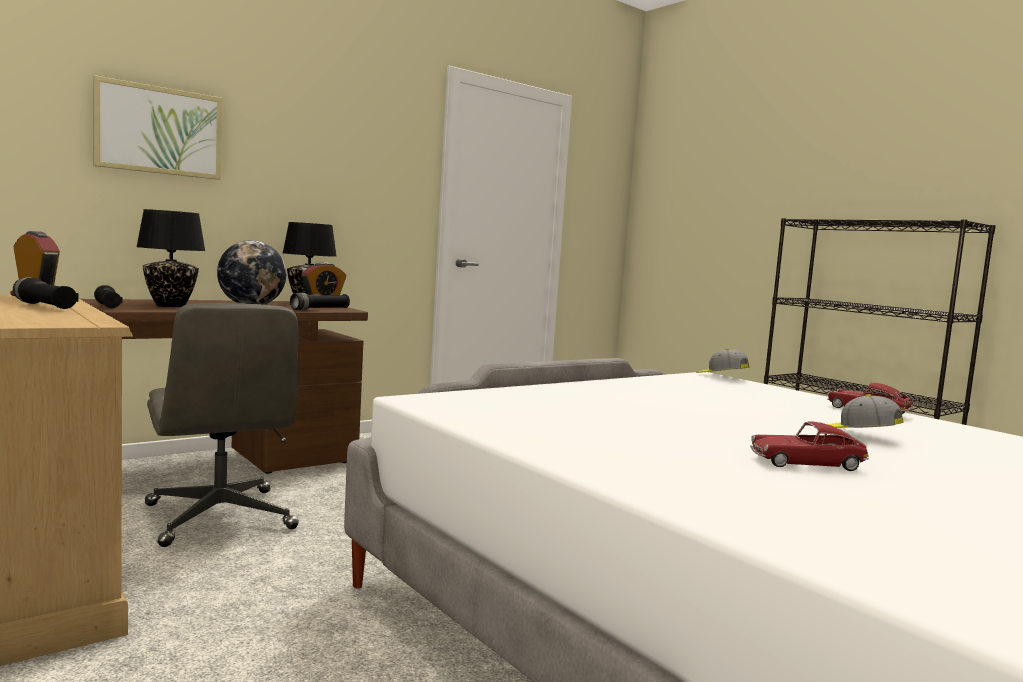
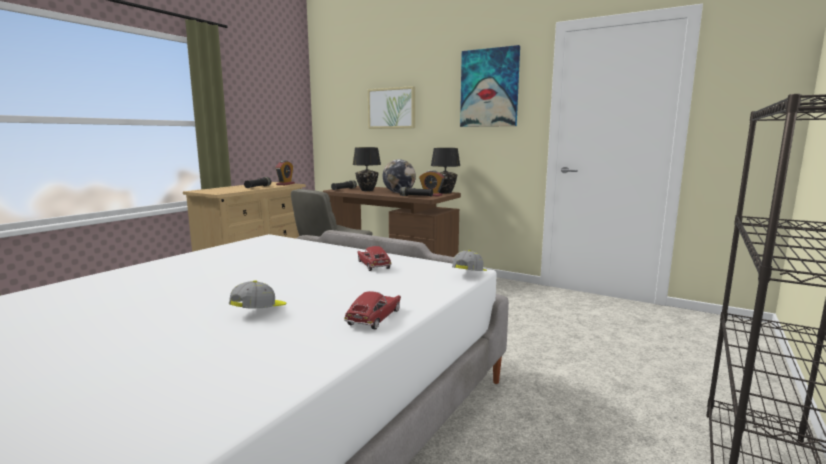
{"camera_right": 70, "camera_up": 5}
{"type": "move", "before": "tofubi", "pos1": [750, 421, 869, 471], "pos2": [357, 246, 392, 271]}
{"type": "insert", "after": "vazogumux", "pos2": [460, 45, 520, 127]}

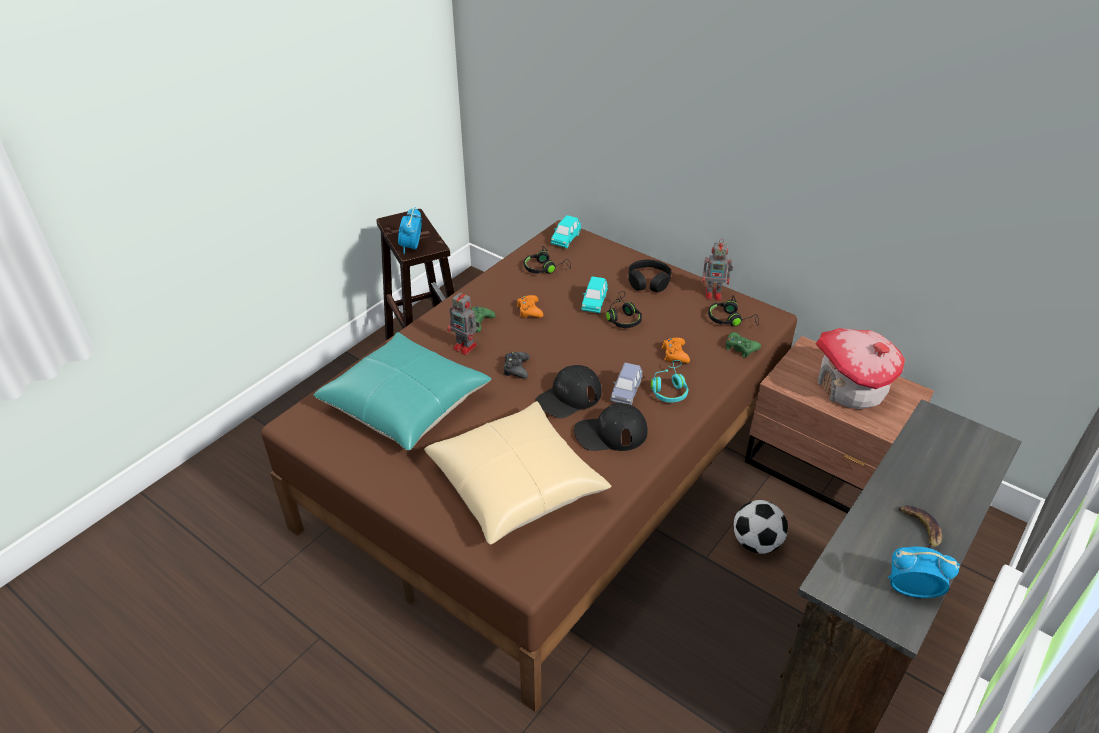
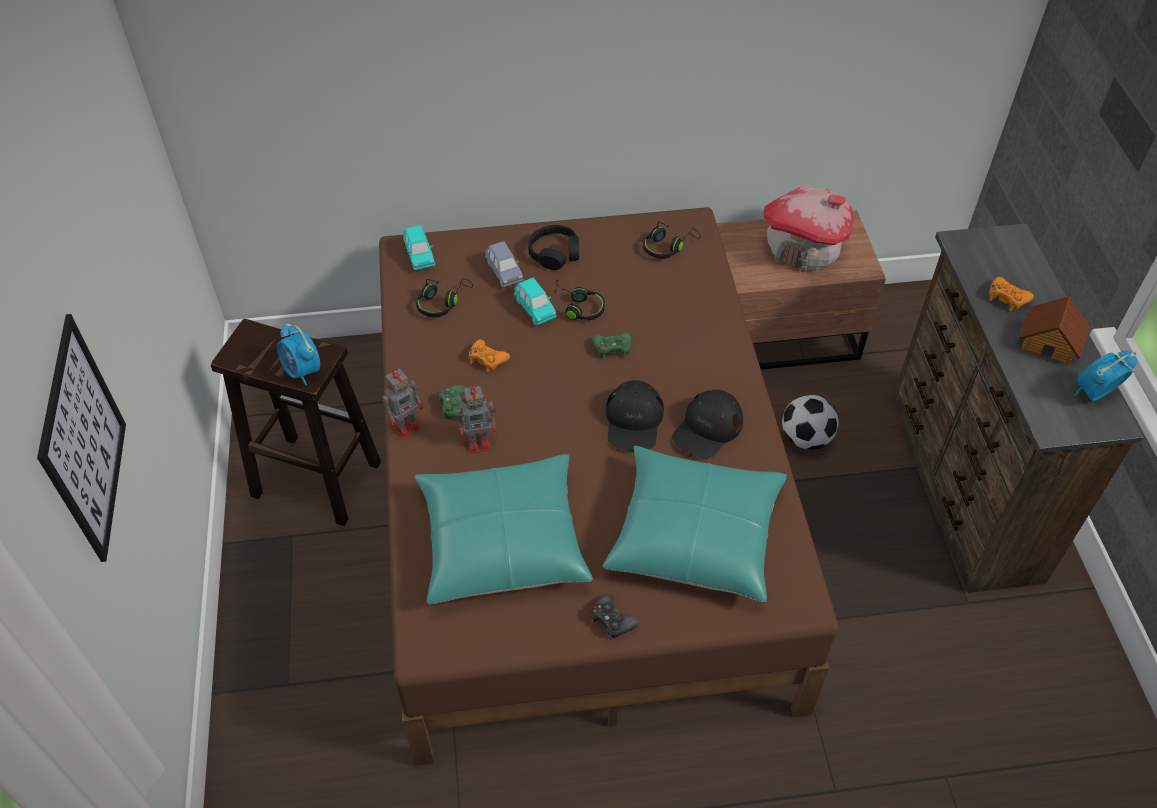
{"camera_right": -45, "camera_up": 10}
{"type": "move", "before": "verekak", "pos1": [702, 238, 733, 300], "pos2": [382, 369, 423, 438]}
{"type": "move", "before": "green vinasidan", "pos1": [726, 332, 761, 357], "pos2": [592, 333, 631, 359]}
{"type": "move", "before": "orange vinasidan", "pos1": [662, 338, 690, 363], "pos2": [989, 277, 1034, 311]}
{"type": "move", "before": "black vinasidan", "pos1": [503, 352, 530, 379], "pos2": [591, 593, 639, 639]}
{"type": "delete", "before": "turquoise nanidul", "pos1": [651, 360, 689, 402]}
{"type": "move", "before": "blue tofubi", "pos1": [611, 363, 643, 405], "pos2": [485, 241, 524, 288]}
{"type": "recolor", "before": "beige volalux", "after": "turquoise volalux", "pos1": [424, 401, 612, 545], "pos2": [603, 446, 787, 602]}
{"type": "replace", "before": "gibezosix", "after": "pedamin", "pos1": [898, 506, 942, 548], "pos2": [1019, 296, 1089, 366]}
{"type": "insert", "after": "vazogumux", "pos2": [37, 314, 126, 562]}

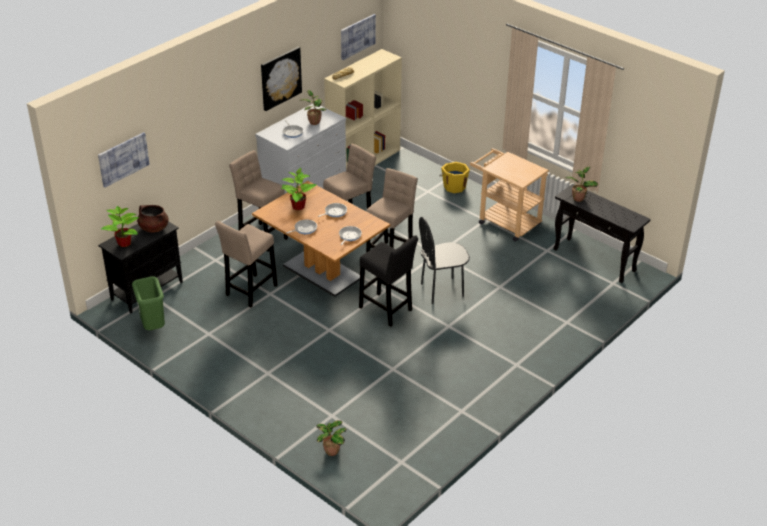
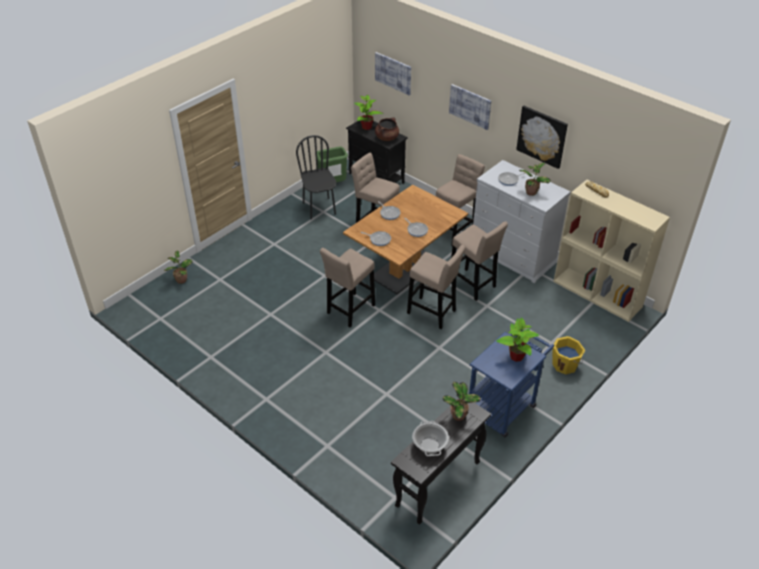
{"camera_right": 90, "camera_up": 5}
{"type": "move", "before": "vazogumux", "pos1": [341, 14, 376, 60], "pos2": [449, 84, 491, 130]}
{"type": "recolor", "before": "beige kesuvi", "after": "blue kesuvi", "pos1": [470, 148, 549, 241], "pos2": [469, 330, 554, 437]}
{"type": "move", "before": "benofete", "pos1": [281, 168, 317, 210], "pos2": [496, 317, 540, 362]}
{"type": "move", "before": "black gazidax", "pos1": [419, 217, 470, 304], "pos2": [296, 135, 336, 219]}
{"type": "recolor", "before": "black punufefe", "after": "beige punufefe", "pos1": [359, 235, 418, 327], "pos2": [320, 248, 375, 327]}
{"type": "insert", "after": "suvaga", "pos2": [412, 421, 449, 456]}

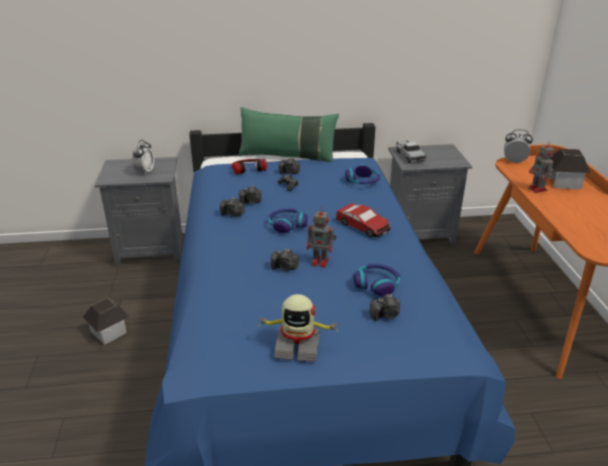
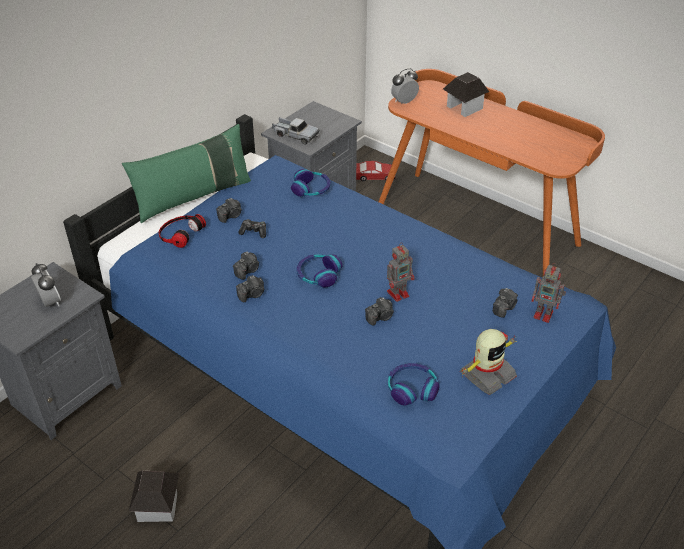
{"camera_right": -45, "camera_up": 10}
{"type": "move", "before": "verekak", "pos1": [528, 142, 554, 193], "pos2": [532, 263, 566, 323]}
{"type": "move", "before": "tofubi", "pos1": [336, 203, 390, 237], "pos2": [356, 161, 395, 181]}
{"type": "move", "before": "nanidul", "pos1": [354, 264, 400, 296], "pos2": [388, 363, 440, 406]}

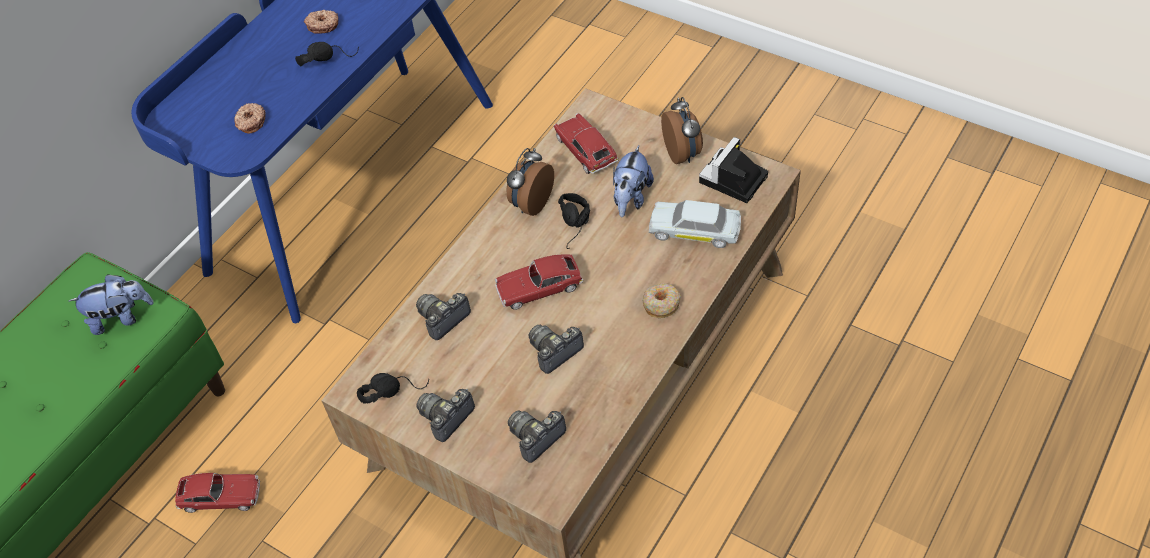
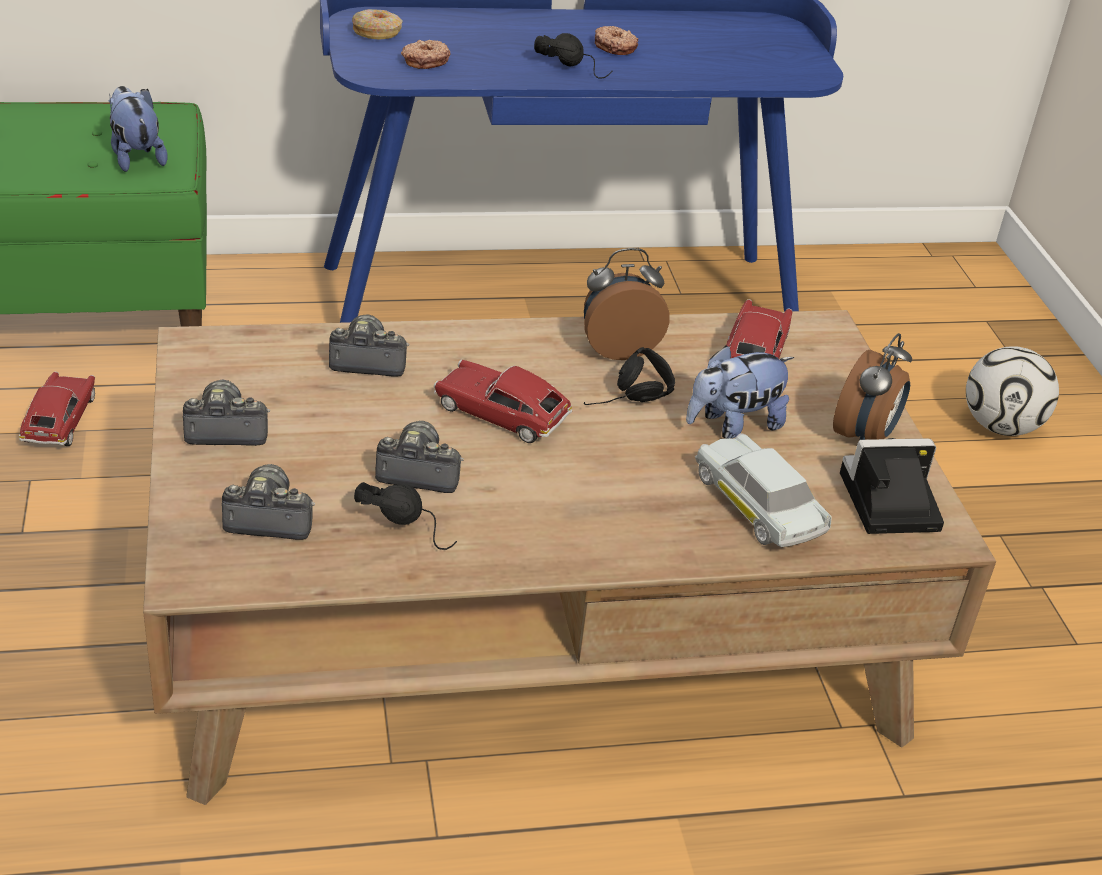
{"camera_right": 40, "camera_up": -15}
{"type": "rotate", "before": "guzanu", "pos1": [69, 274, 153, 335], "pos2": [109, 86, 167, 172], "turn": -150}
{"type": "move", "before": "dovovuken", "pos1": [643, 283, 681, 318], "pos2": [352, 9, 403, 39]}
{"type": "move", "before": "black nanidul", "pos1": [357, 373, 429, 404], "pos2": [354, 482, 457, 550]}
{"type": "rotate", "before": "tofubi", "pos1": [175, 473, 260, 513], "pos2": [19, 371, 95, 446], "turn": -135}
{"type": "insert", "after": "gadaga", "pos2": [966, 346, 1059, 436]}

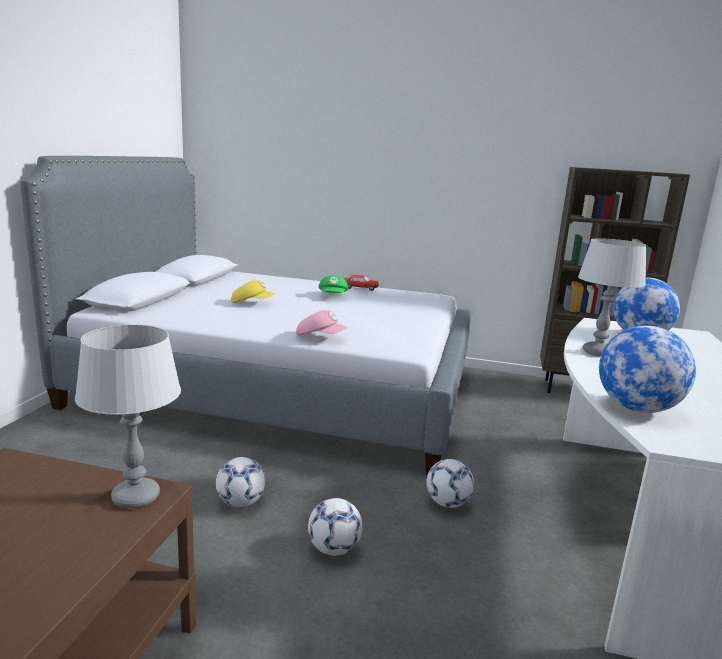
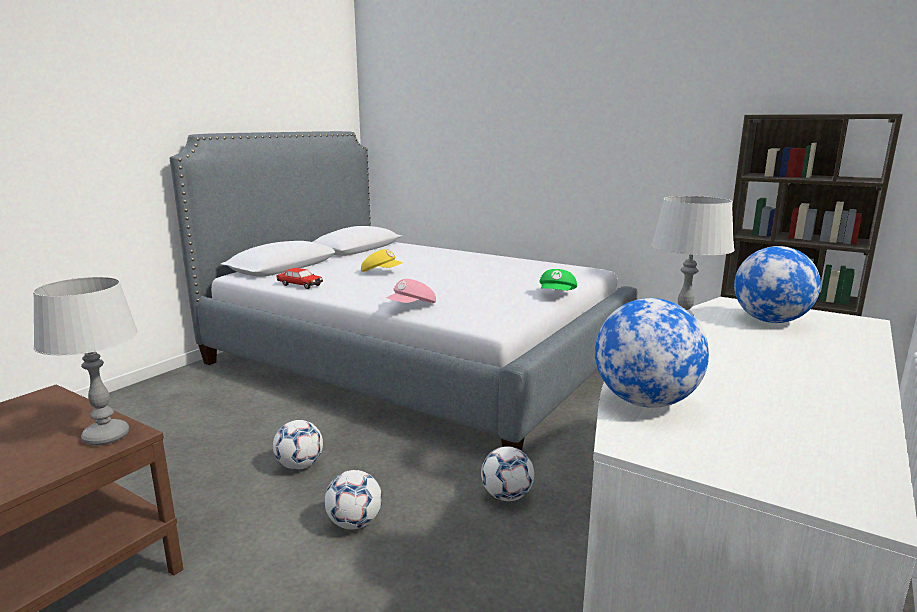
{"camera_right": 20, "camera_up": 0}
{"type": "move", "before": "tofubi", "pos1": [343, 275, 379, 291], "pos2": [276, 268, 323, 289]}
{"type": "move", "before": "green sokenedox", "pos1": [319, 276, 348, 293], "pos2": [539, 269, 577, 291]}
{"type": "rotate", "before": "pink sokenedox", "pos1": [296, 310, 347, 335], "pos2": [387, 279, 436, 303], "turn": 90}

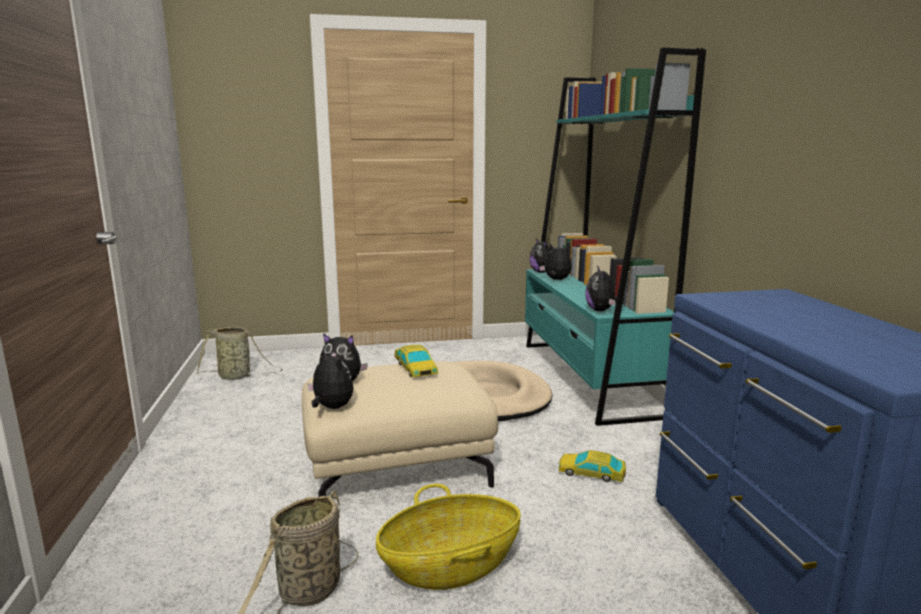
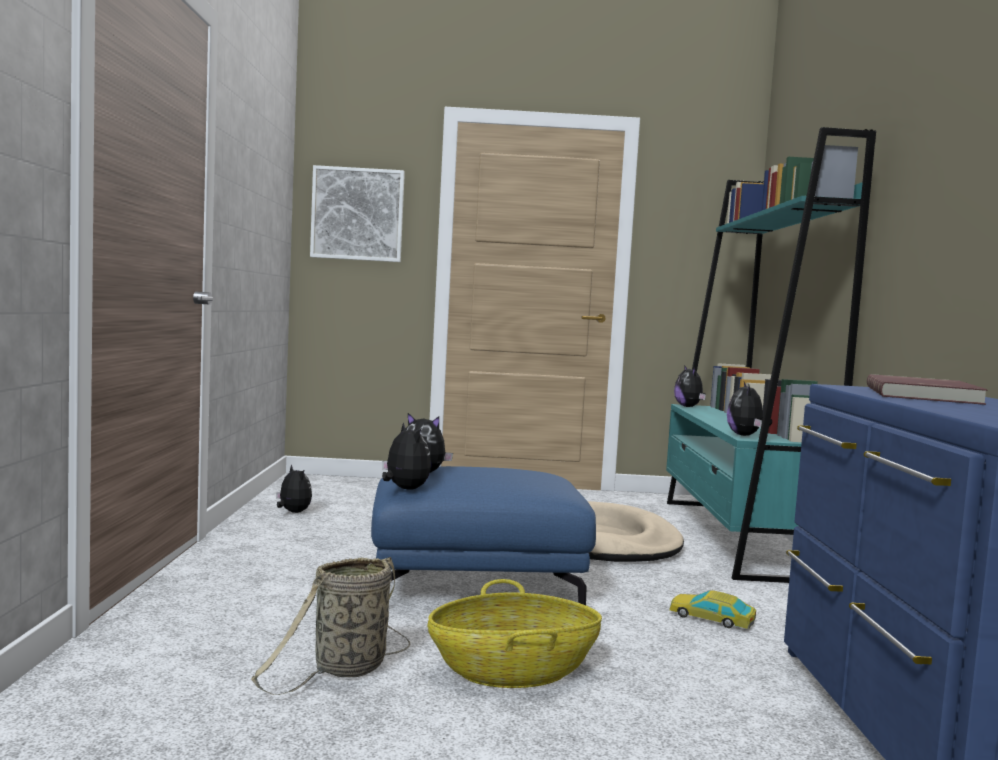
{"camera_right": 10, "camera_up": -10}
{"type": "move", "before": "guzanu", "pos1": [539, 244, 572, 280], "pos2": [276, 465, 312, 513]}
{"type": "delete", "before": "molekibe", "pos1": [197, 327, 282, 380]}
{"type": "delete", "before": "tofubi", "pos1": [395, 345, 438, 377]}
{"type": "recolor", "before": "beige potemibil", "after": "blue potemibil", "pos1": [302, 361, 498, 497], "pos2": [371, 466, 596, 605]}
{"type": "insert", "after": "vazogumux", "pos2": [310, 165, 405, 262]}
{"type": "insert", "after": "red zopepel", "pos2": [867, 374, 988, 405]}

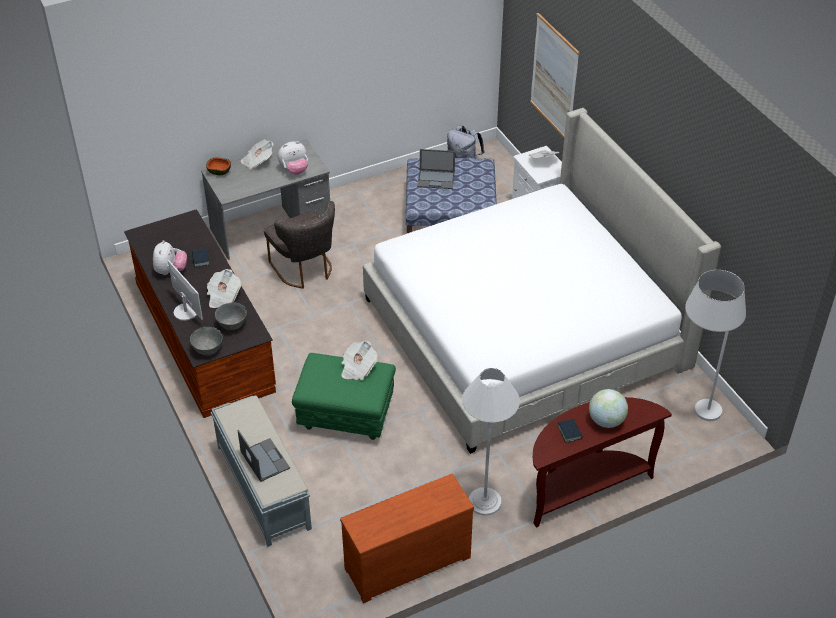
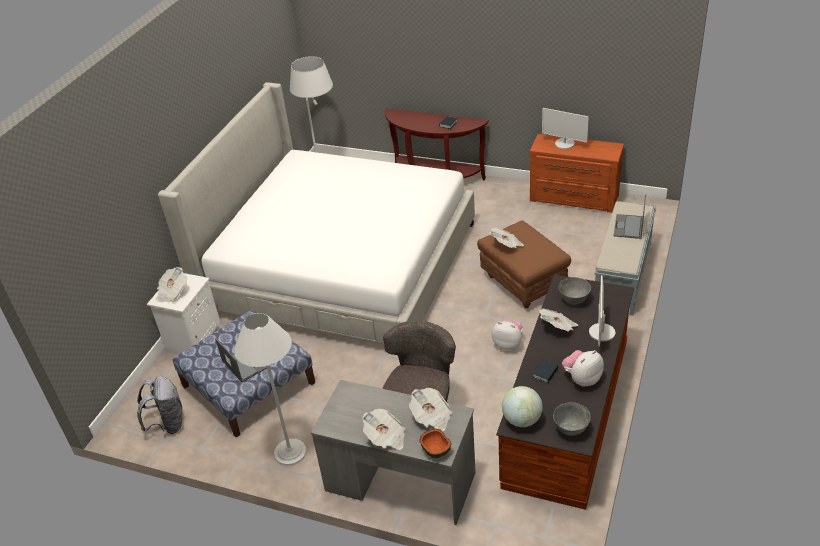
{"camera_right": -130, "camera_up": -5}
{"type": "delete", "before": "vazogumux", "pos1": [530, 13, 580, 137]}
{"type": "move", "before": "guzanu", "pos1": [278, 141, 308, 175], "pos2": [491, 319, 523, 350]}
{"type": "move", "before": "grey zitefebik", "pos1": [190, 327, 222, 356], "pos2": [553, 402, 591, 436]}
{"type": "recolor", "before": "green potemibil", "after": "brown potemibil", "pos1": [292, 353, 396, 440], "pos2": [477, 221, 571, 308]}
{"type": "move", "before": "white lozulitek", "pos1": [462, 368, 520, 516], "pos2": [234, 313, 307, 466]}
{"type": "move", "before": "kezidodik", "pos1": [589, 389, 628, 428], "pos2": [502, 386, 543, 427]}
{"type": "insert", "after": "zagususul", "pos2": [542, 108, 589, 149]}
{"type": "insert", "after": "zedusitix", "pos2": [409, 388, 453, 432]}

